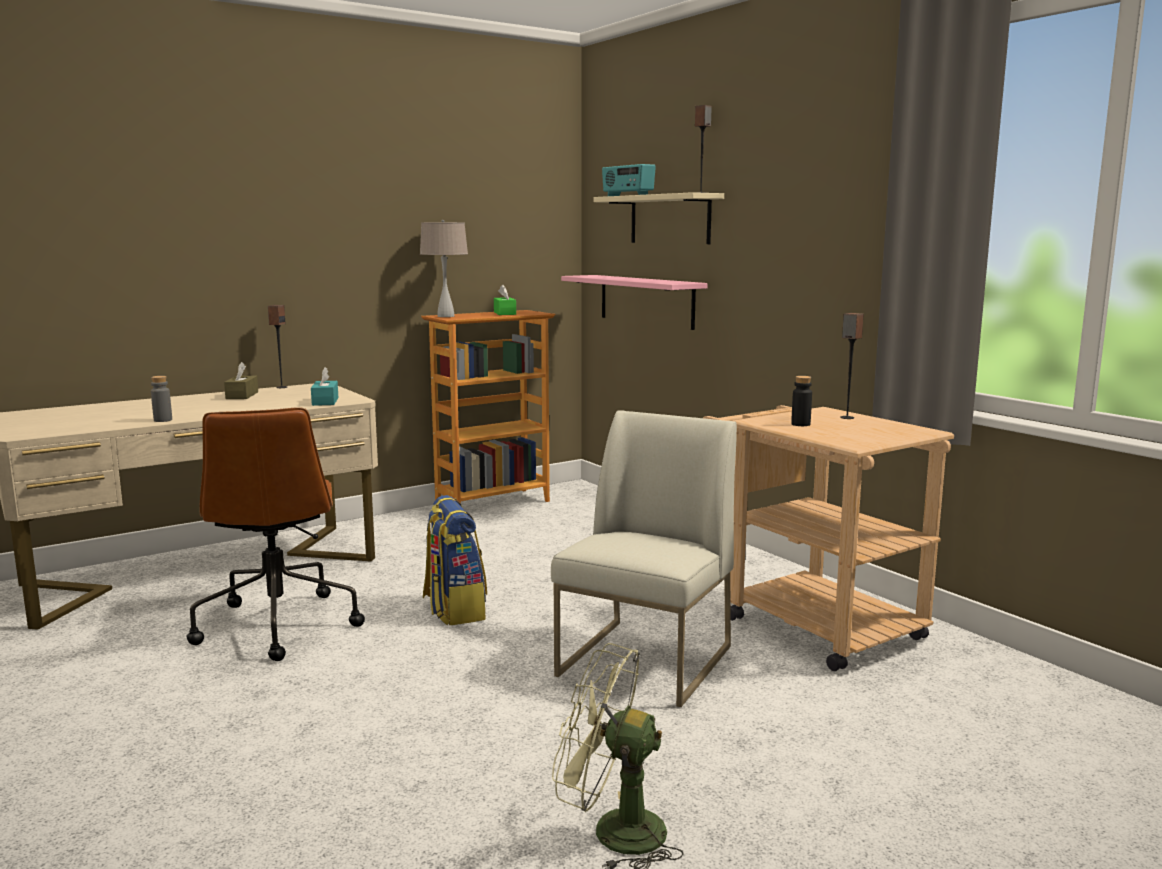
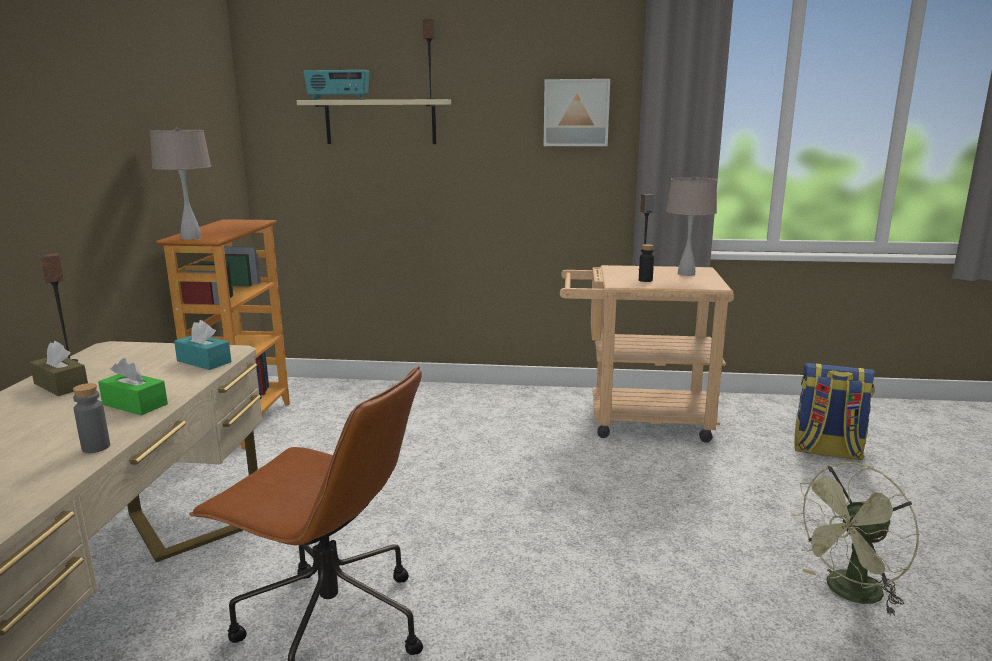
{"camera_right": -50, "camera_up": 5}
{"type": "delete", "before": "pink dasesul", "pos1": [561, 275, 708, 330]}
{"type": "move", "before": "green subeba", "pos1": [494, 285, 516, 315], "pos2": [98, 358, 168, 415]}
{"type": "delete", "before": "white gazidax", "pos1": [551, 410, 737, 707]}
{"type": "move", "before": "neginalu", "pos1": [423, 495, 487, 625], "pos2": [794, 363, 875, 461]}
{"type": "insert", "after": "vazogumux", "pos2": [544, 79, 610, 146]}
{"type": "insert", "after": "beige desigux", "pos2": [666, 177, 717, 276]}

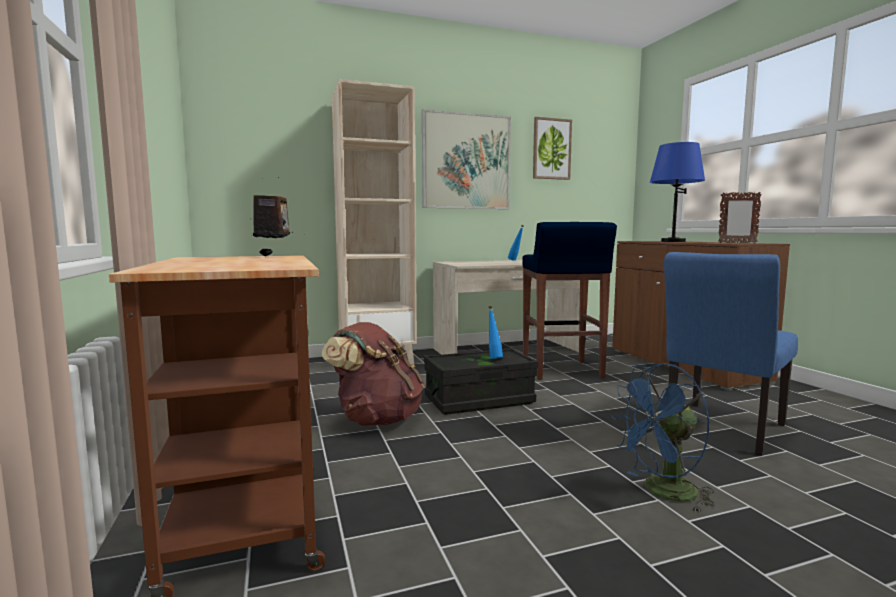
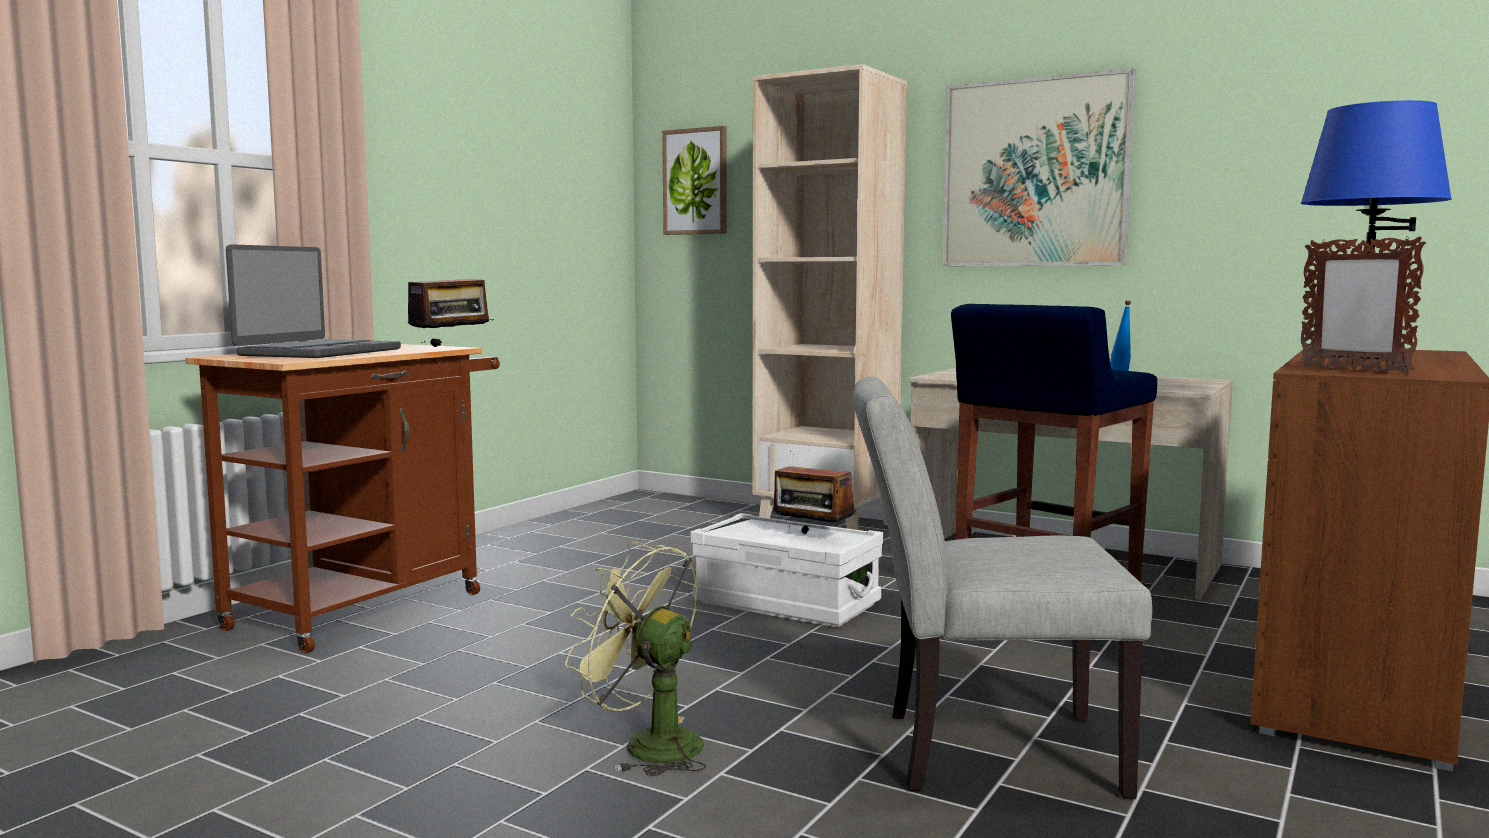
{"camera_right": 50, "camera_up": 0}
{"type": "move", "before": "vazogumux", "pos1": [533, 117, 572, 180], "pos2": [662, 126, 727, 235]}
{"type": "recolor", "before": "blue gazidax", "after": "grey gazidax", "pos1": [664, 252, 798, 456], "pos2": [852, 376, 1152, 799]}
{"type": "replace", "before": "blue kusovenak", "after": "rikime", "pos1": [489, 306, 503, 359], "pos2": [773, 450, 855, 534]}
{"type": "delete", "before": "brown neginalu", "pos1": [321, 322, 424, 426]}
{"type": "recolor", "before": "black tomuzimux", "after": "white tomuzimux", "pos1": [424, 348, 538, 415], "pos2": [690, 513, 883, 627]}
{"type": "recolor", "before": "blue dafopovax", "after": "green dafopovax", "pos1": [611, 363, 715, 513], "pos2": [565, 541, 706, 776]}
{"type": "insert", "after": "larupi", "pos2": [226, 244, 401, 358]}

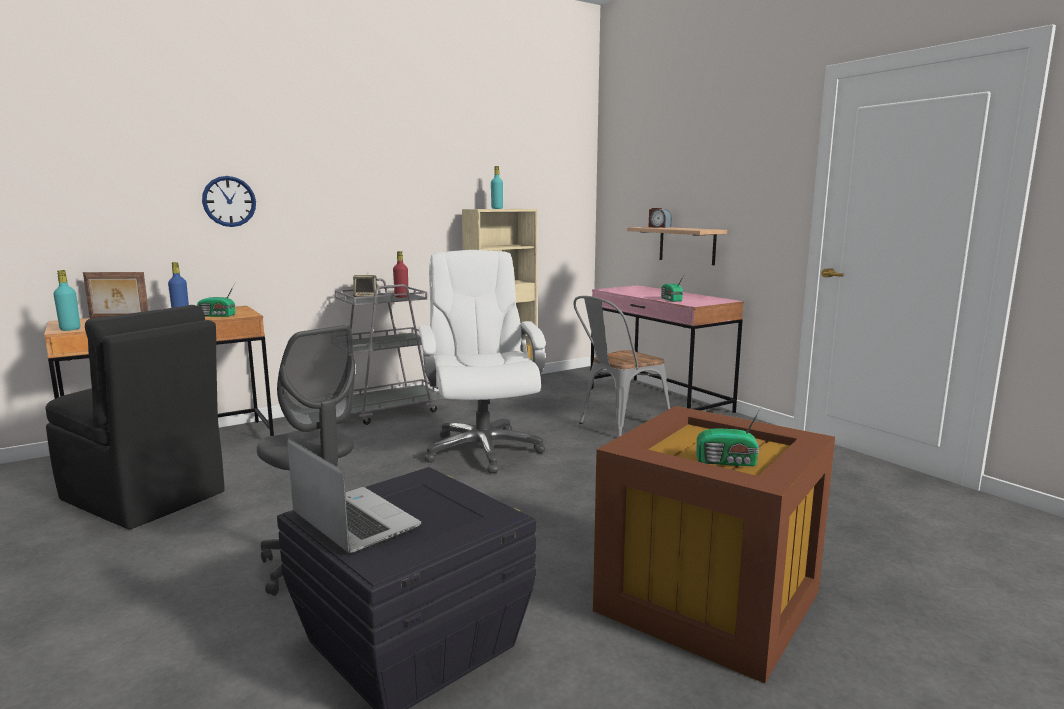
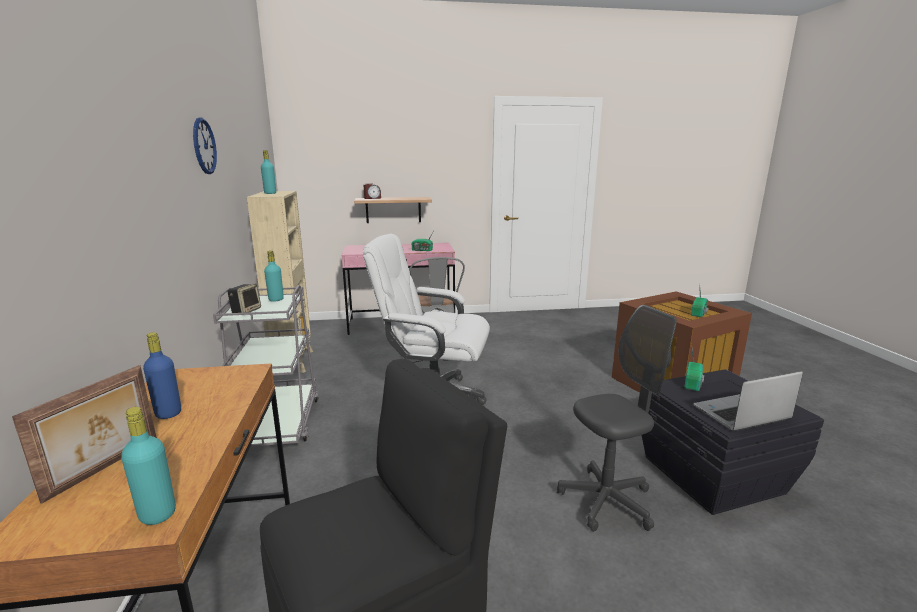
{"camera_right": -65, "camera_up": 5}
{"type": "move", "before": "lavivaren", "pos1": [202, 176, 256, 227], "pos2": [193, 117, 217, 174]}
{"type": "recolor", "before": "red kusovenak", "after": "turquoise kusovenak", "pos1": [393, 251, 408, 298], "pos2": [264, 251, 284, 302]}
{"type": "move", "before": "rikime", "pos1": [197, 284, 235, 317], "pos2": [684, 344, 704, 391]}

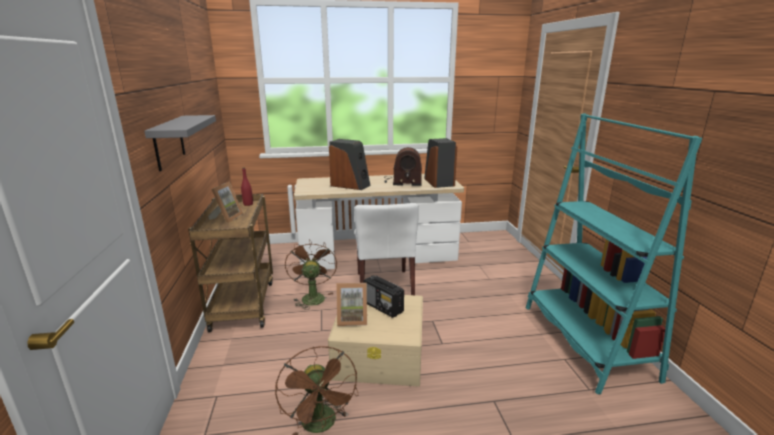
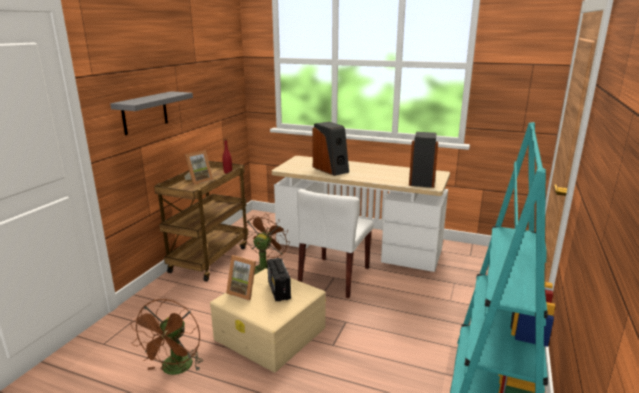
{"camera_right": 30, "camera_up": 0}
{"type": "delete", "before": "rikime", "pos1": [384, 147, 422, 186]}

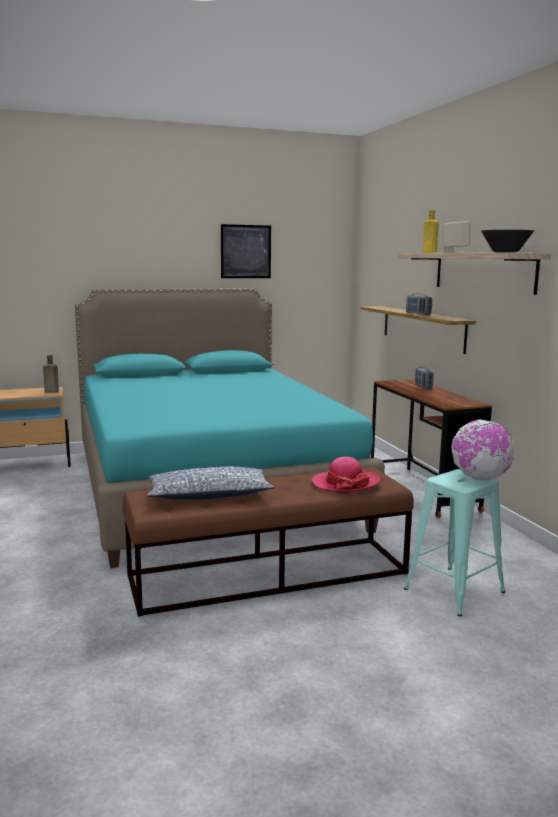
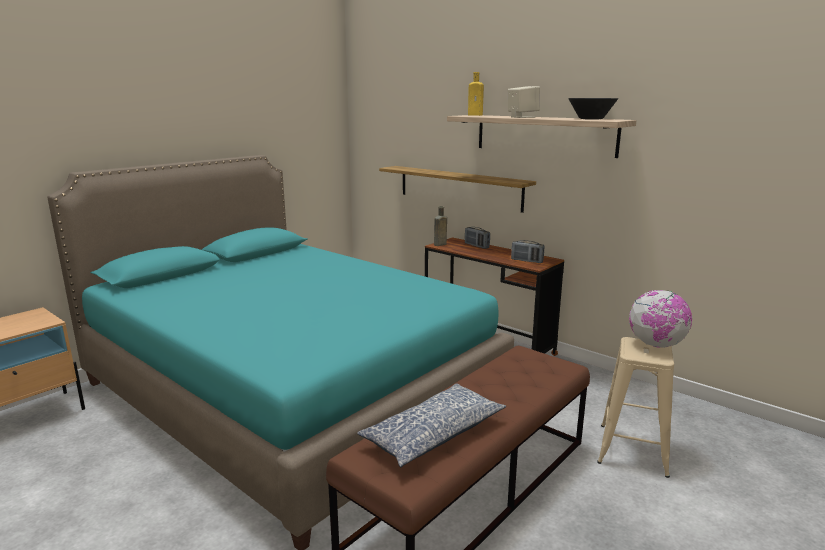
{"camera_right": -30, "camera_up": 5}
{"type": "delete", "before": "vazogumux", "pos1": [221, 224, 271, 278]}
{"type": "move", "before": "rikime", "pos1": [406, 294, 432, 315], "pos2": [511, 240, 544, 263]}
{"type": "move", "before": "brown kusovenak", "pos1": [43, 355, 59, 393], "pos2": [434, 206, 447, 246]}
{"type": "delete", "before": "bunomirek", "pos1": [311, 457, 381, 493]}
{"type": "recolor", "before": "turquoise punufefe", "after": "beige punufefe", "pos1": [404, 469, 505, 616], "pos2": [597, 337, 674, 478]}

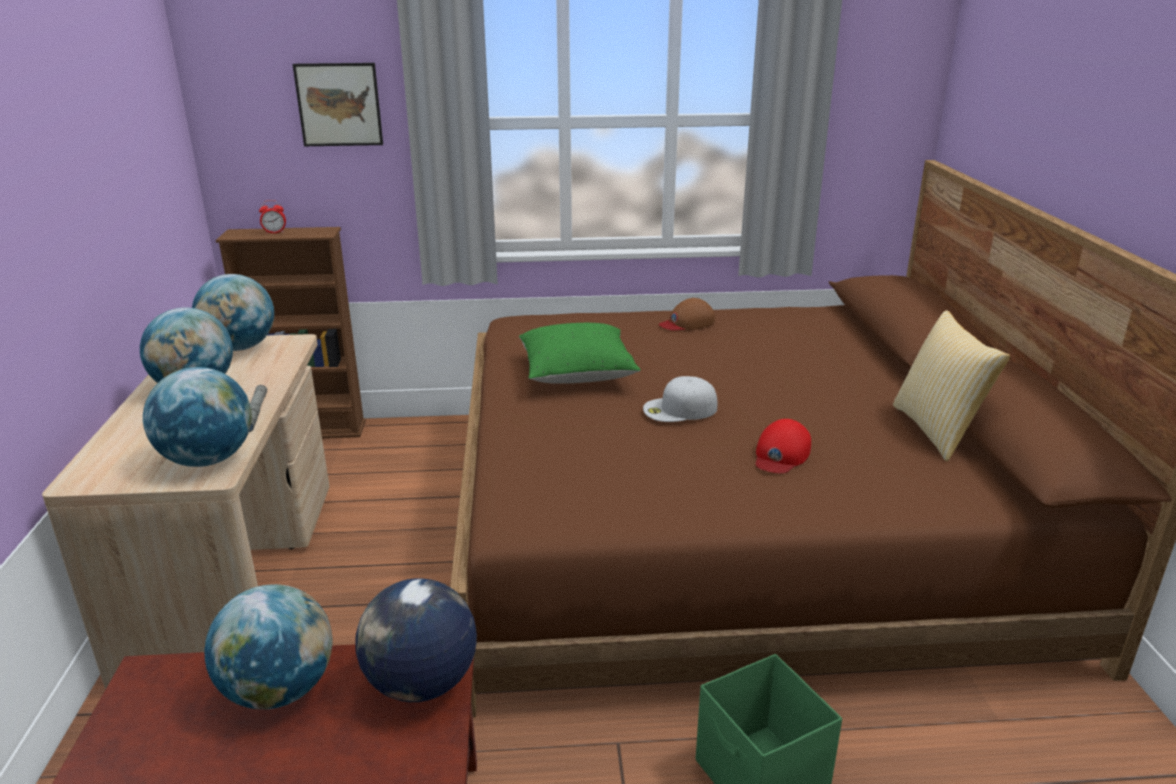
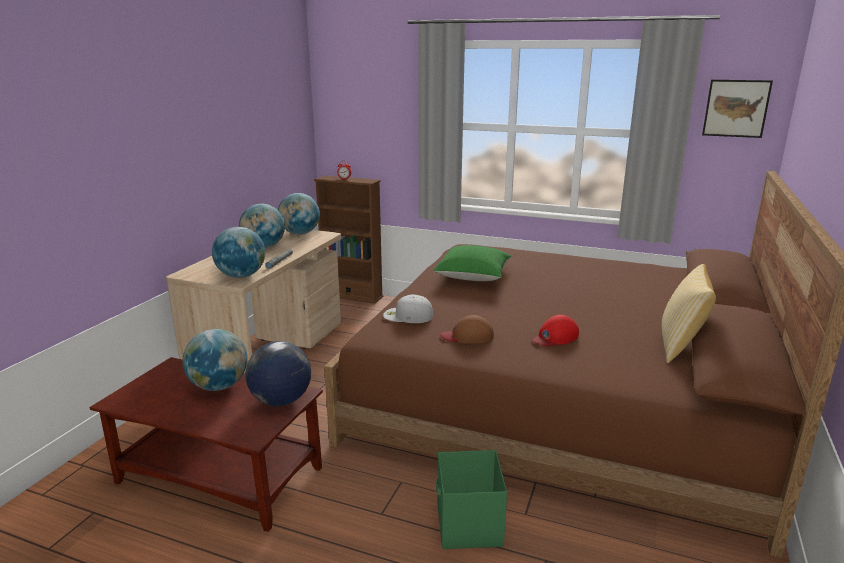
{"camera_right": 25, "camera_up": -5}
{"type": "move", "before": "vazogumux", "pos1": [293, 63, 383, 146], "pos2": [702, 80, 773, 138]}
{"type": "move", "before": "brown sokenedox", "pos1": [659, 298, 715, 331], "pos2": [440, 315, 494, 344]}
{"type": "move", "before": "white sokenedox", "pos1": [643, 376, 718, 422], "pos2": [383, 294, 433, 323]}

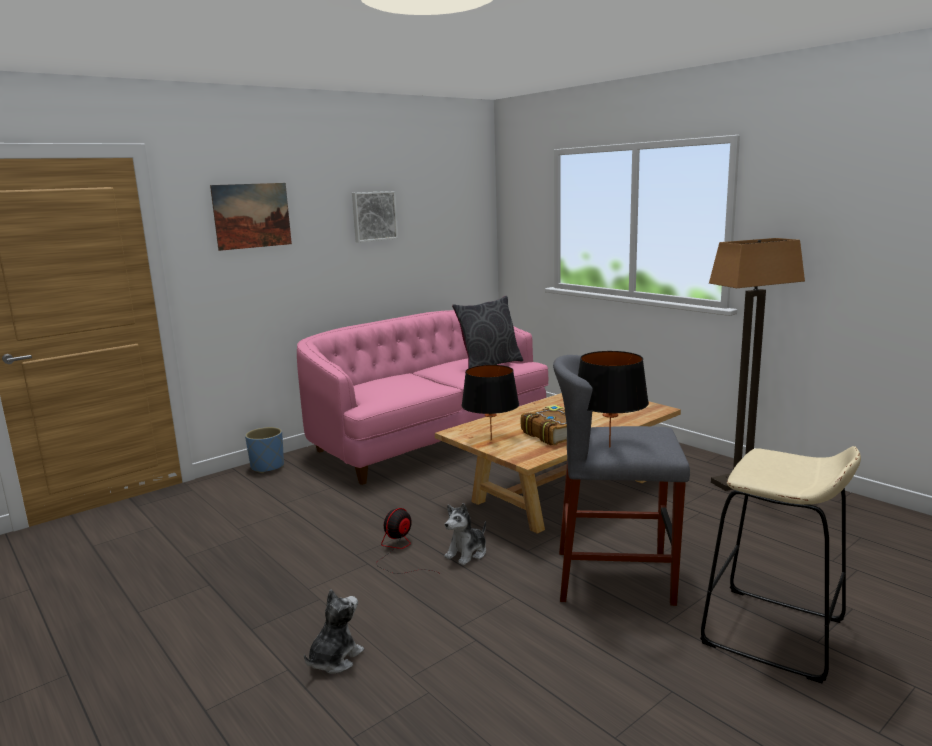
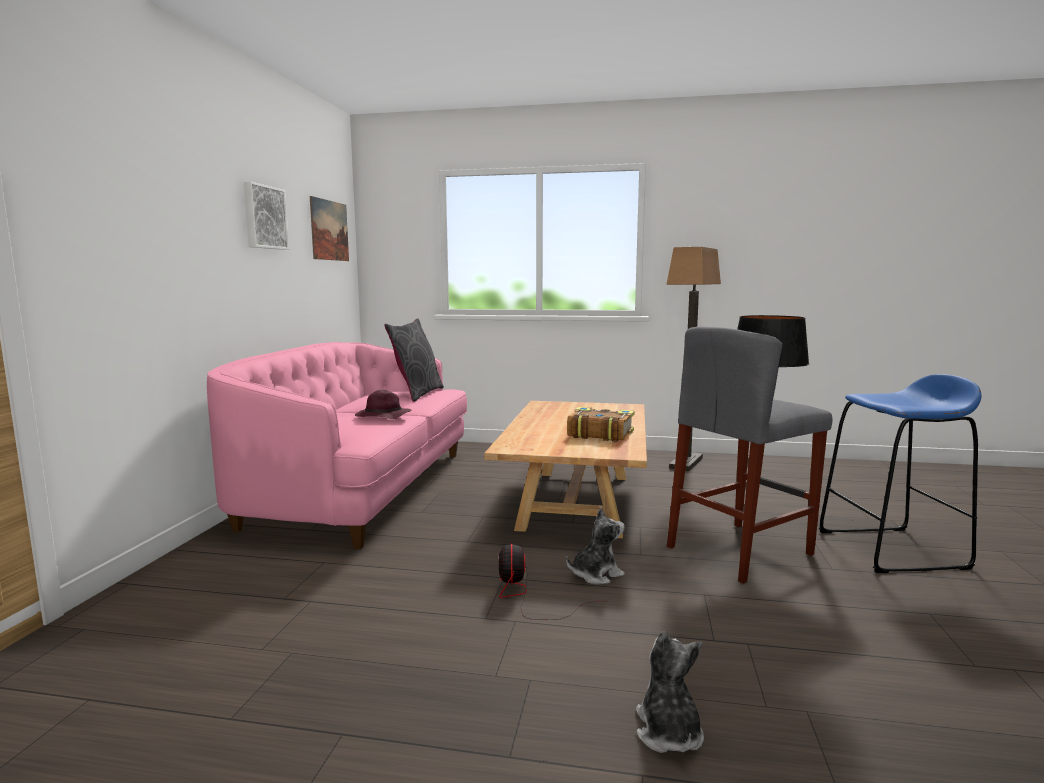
{"camera_right": -40, "camera_up": -5}
{"type": "move", "before": "vazogumux", "pos1": [210, 183, 292, 251], "pos2": [310, 196, 349, 261]}
{"type": "delete", "before": "black desigux", "pos1": [461, 365, 519, 441]}
{"type": "delete", "before": "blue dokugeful", "pos1": [245, 427, 284, 473]}
{"type": "recolor", "before": "beige punufefe", "after": "blue punufefe", "pos1": [700, 446, 861, 683], "pos2": [819, 374, 982, 573]}
{"type": "rotate", "before": "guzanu", "pos1": [444, 503, 486, 565], "pos2": [566, 507, 625, 585], "turn": -120}
{"type": "insert", "after": "purple bunomirek", "pos2": [355, 390, 411, 419]}

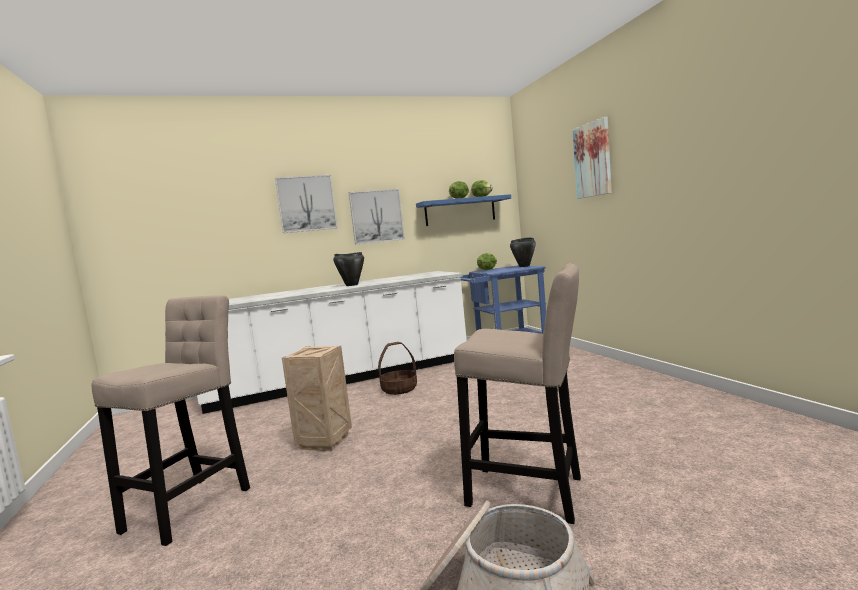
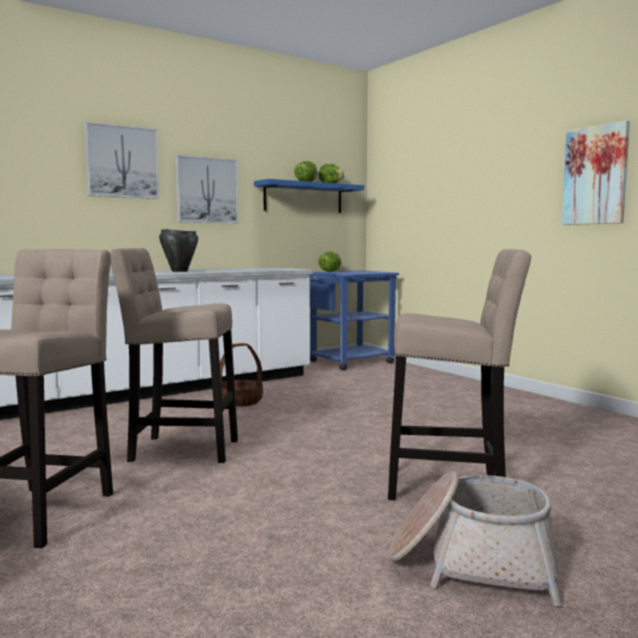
{"camera_right": -15, "camera_up": 0}
{"type": "move", "before": "vazogumux", "pos1": [572, 117, 612, 199], "pos2": [562, 120, 630, 225]}
{"type": "delete", "before": "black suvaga", "pos1": [510, 238, 536, 267]}
{"type": "replace", "before": "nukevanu", "after": "beige punufefe", "pos1": [282, 345, 352, 451], "pos2": [109, 248, 238, 463]}

